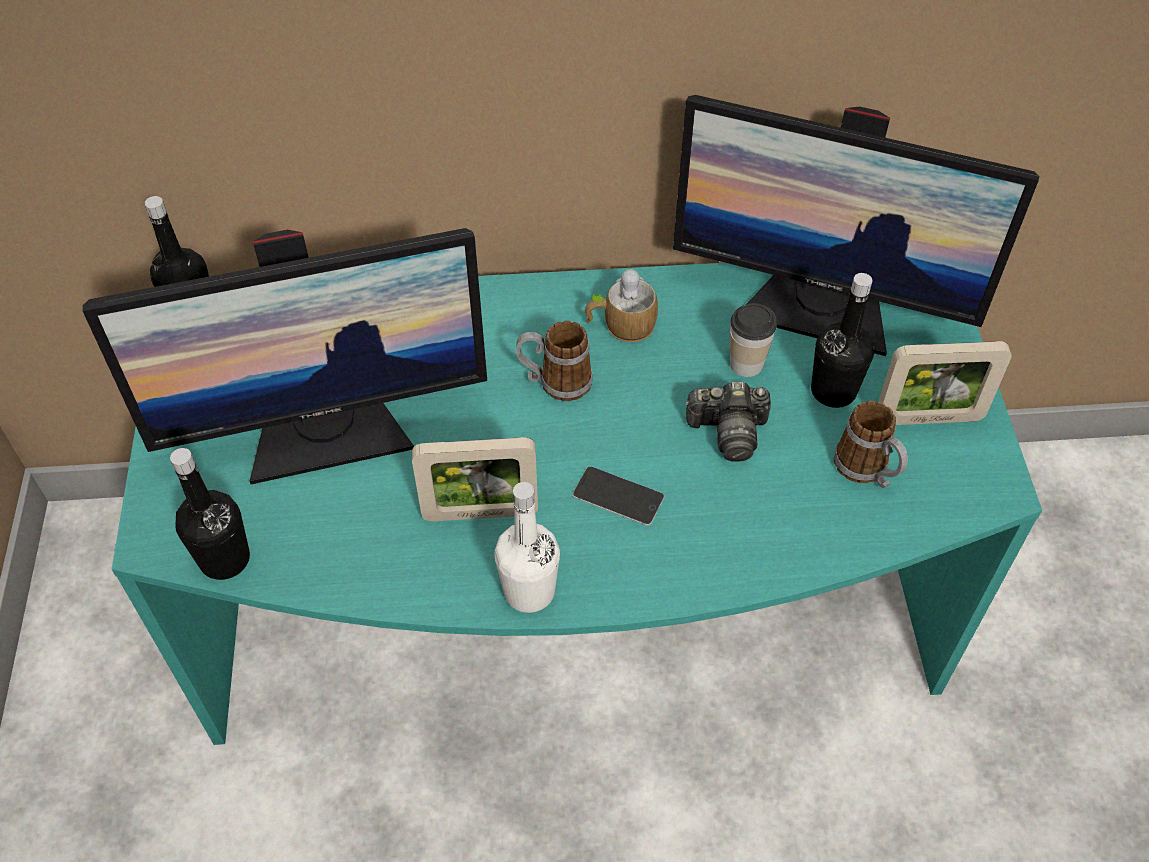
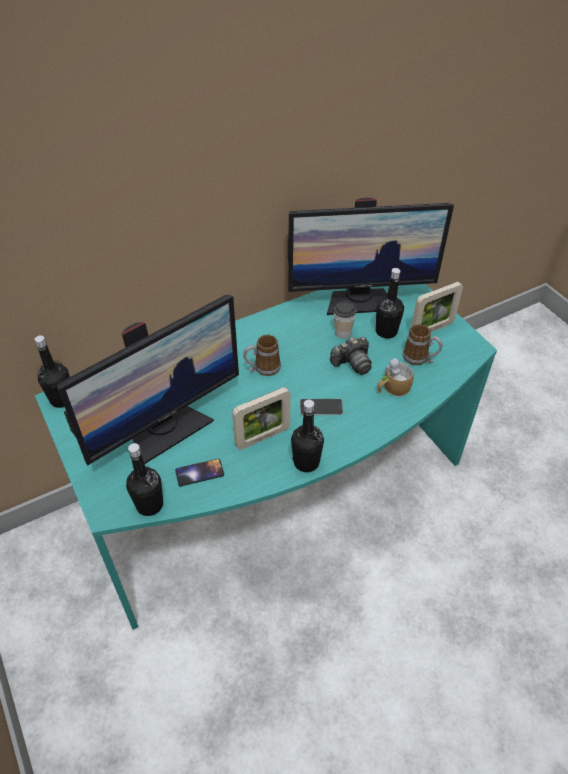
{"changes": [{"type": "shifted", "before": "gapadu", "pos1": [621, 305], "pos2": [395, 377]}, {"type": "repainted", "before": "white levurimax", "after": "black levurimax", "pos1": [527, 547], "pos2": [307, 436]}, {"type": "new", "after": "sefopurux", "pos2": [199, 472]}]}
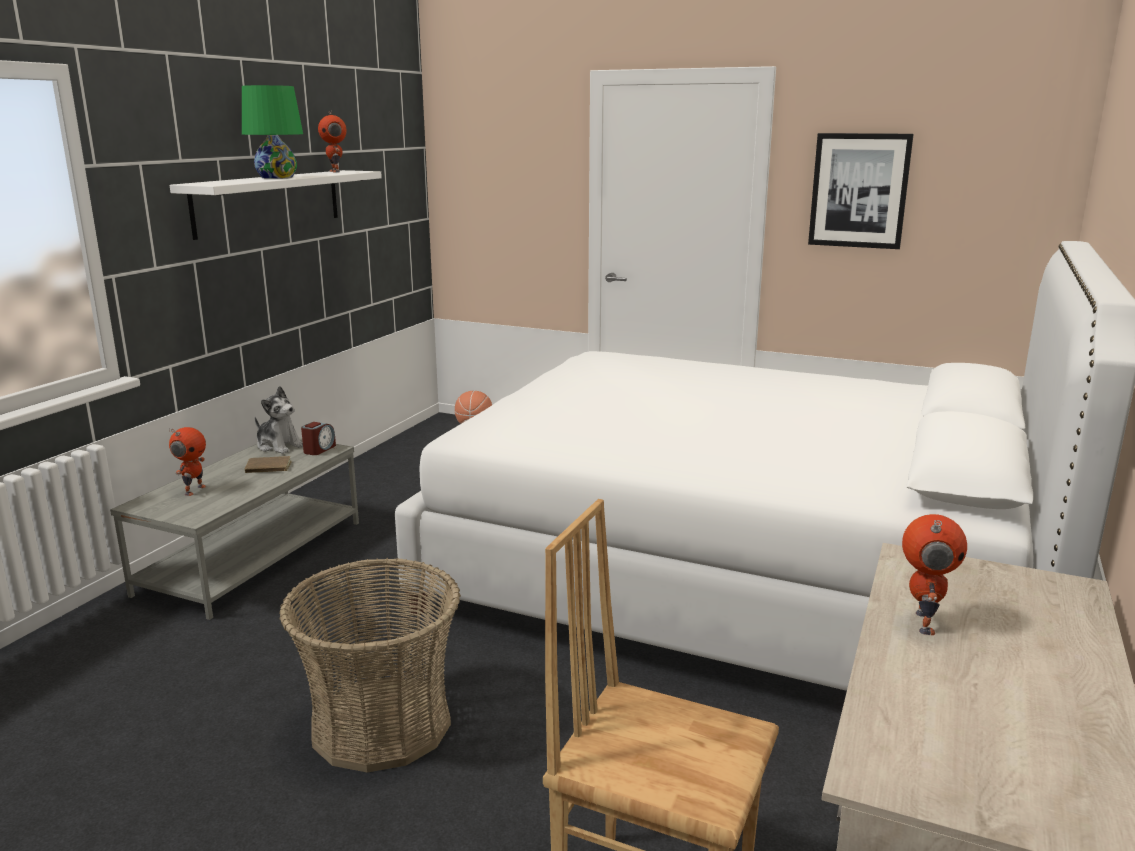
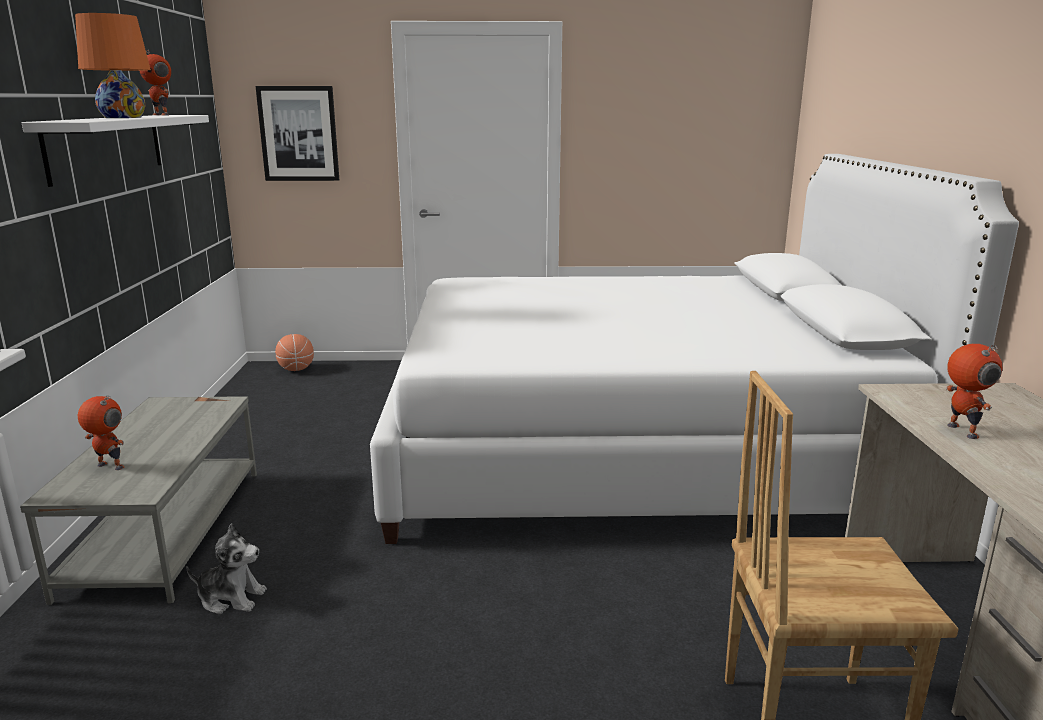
{"changes": [{"type": "repainted", "before": "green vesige", "after": "orange vesige", "pos1": [272, 132], "pos2": [113, 65]}, {"type": "shifted", "before": "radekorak", "pos1": [861, 191], "pos2": [297, 133]}, {"type": "shifted", "before": "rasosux", "pos1": [279, 420], "pos2": [226, 568]}, {"type": "gone", "before": "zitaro", "pos1": [318, 438]}, {"type": "rotated", "before": "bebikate", "pos1": [187, 461], "pos2": [101, 433], "turn": -60}, {"type": "gone", "before": "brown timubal", "pos1": [268, 464]}, {"type": "gone", "before": "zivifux", "pos1": [370, 665]}]}
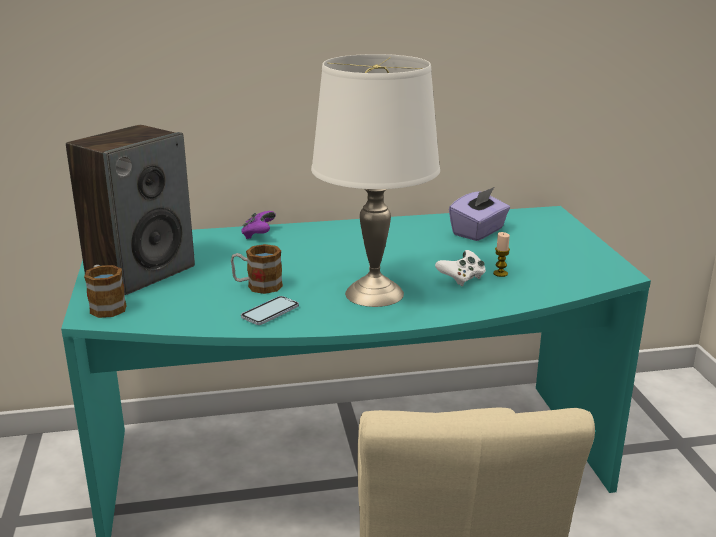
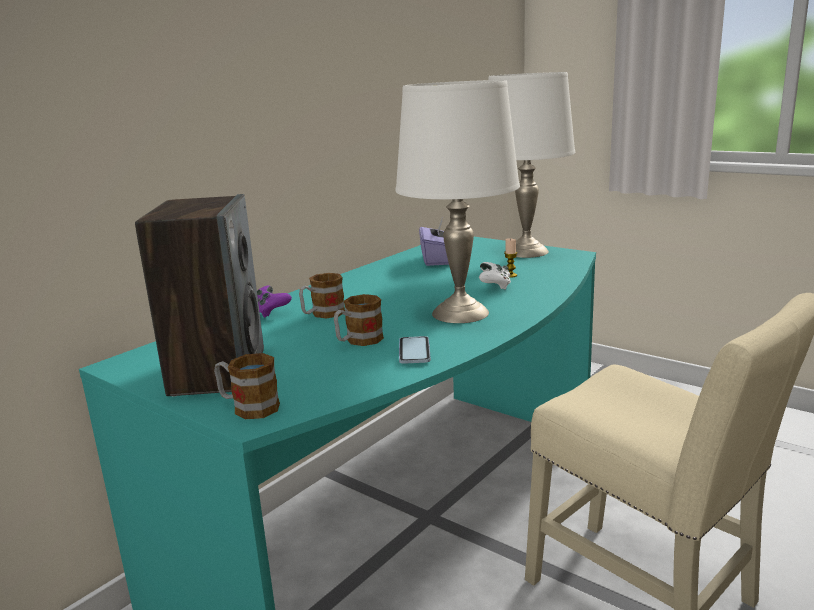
{"changes": [{"type": "new", "after": "white vesige", "pos2": [531, 165]}, {"type": "new", "after": "gapadu", "pos2": [322, 295]}]}
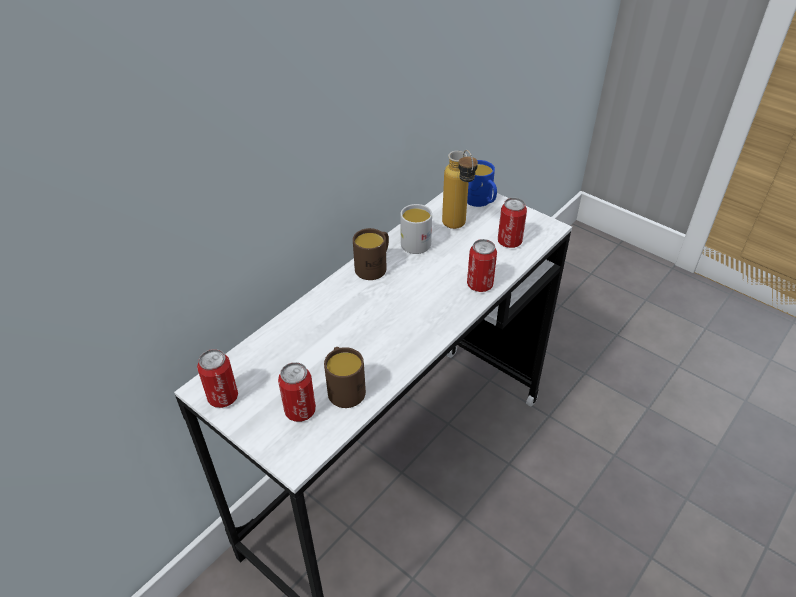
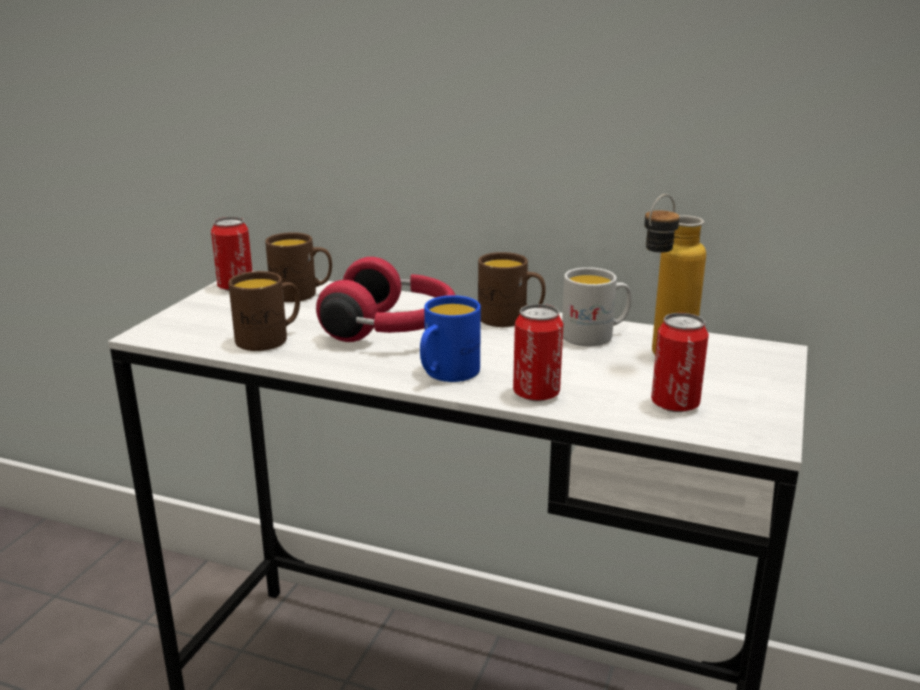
{"changes": [{"type": "shifted", "before": "blue gapadu", "pos1": [482, 183], "pos2": [450, 338]}, {"type": "gone", "before": "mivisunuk", "pos1": [297, 392]}, {"type": "new", "after": "brown gapadu", "pos2": [298, 267]}, {"type": "new", "after": "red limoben", "pos2": [385, 299]}]}
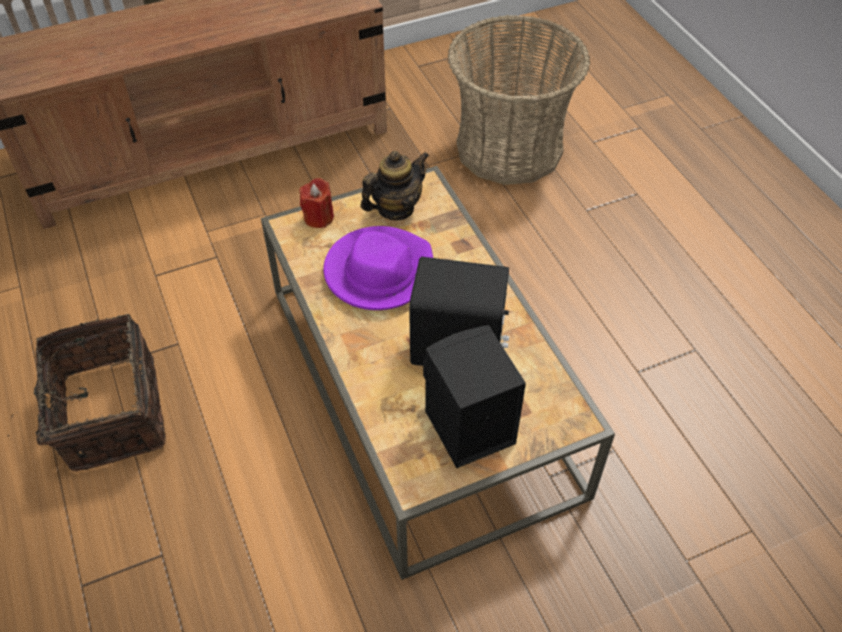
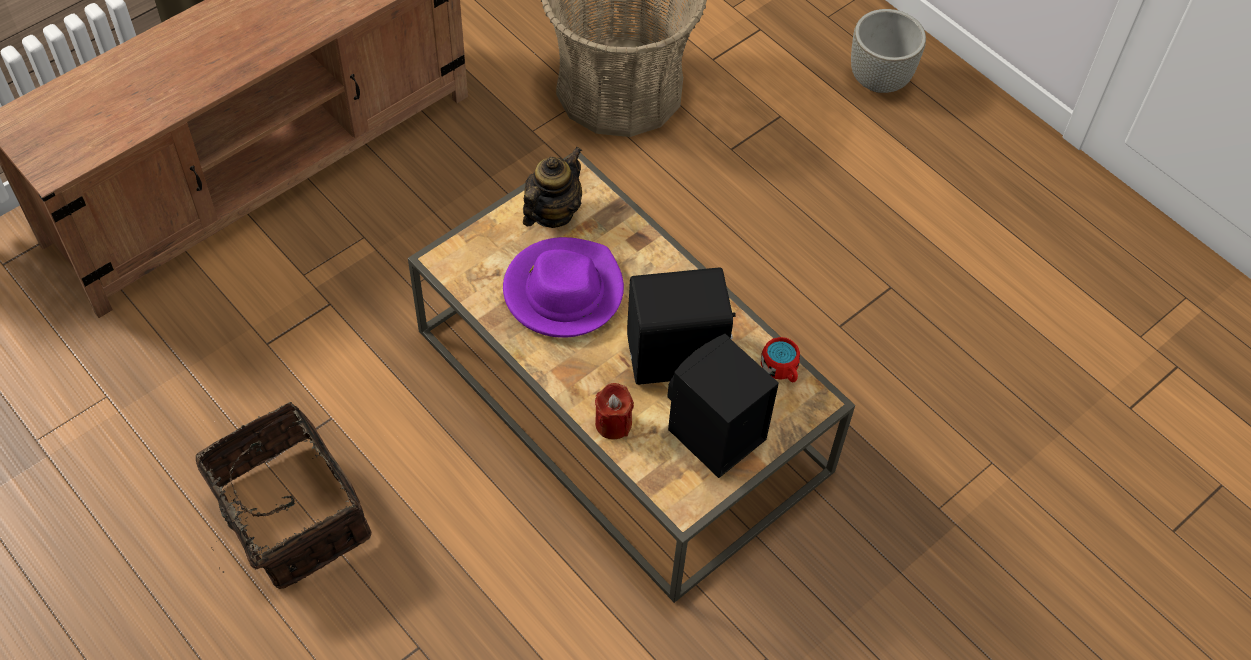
{"changes": [{"type": "shifted", "before": "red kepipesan", "pos1": [316, 203], "pos2": [614, 411]}, {"type": "new", "after": "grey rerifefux", "pos2": [888, 51]}, {"type": "new", "after": "red gapadu", "pos2": [780, 359]}]}
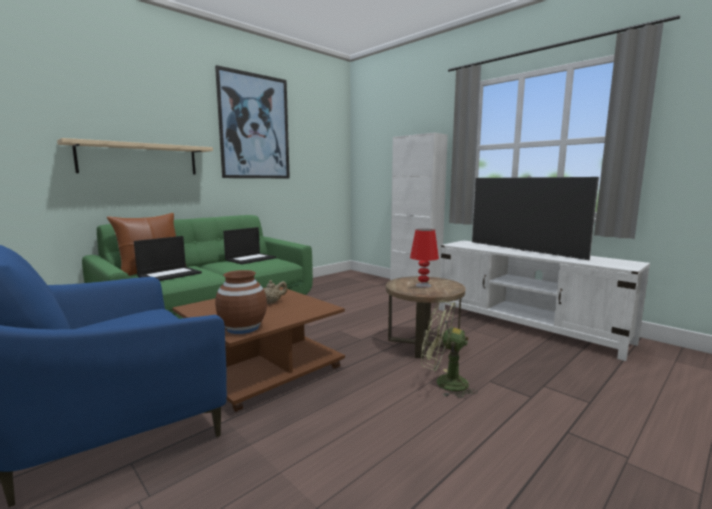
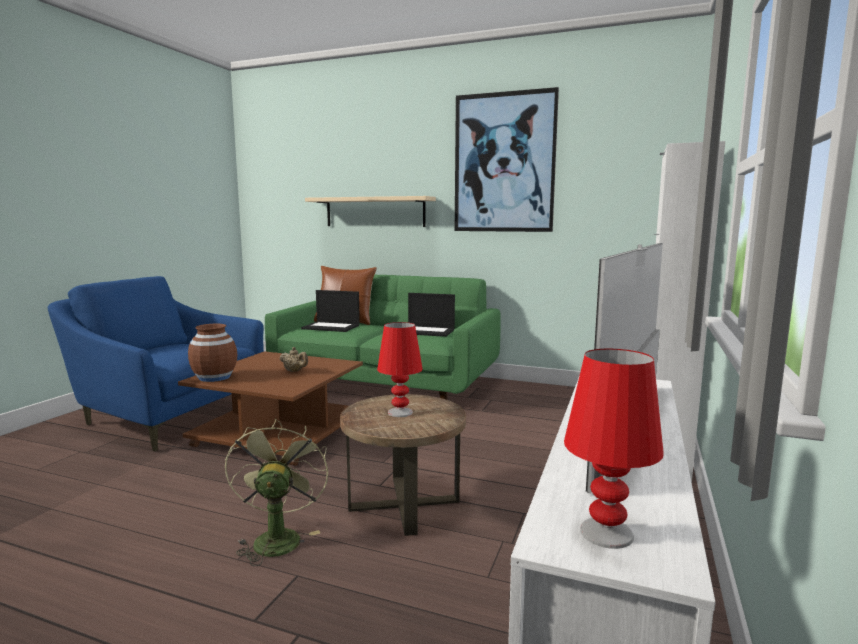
{"changes": [{"type": "new", "after": "red vesige", "pos2": [614, 449]}]}
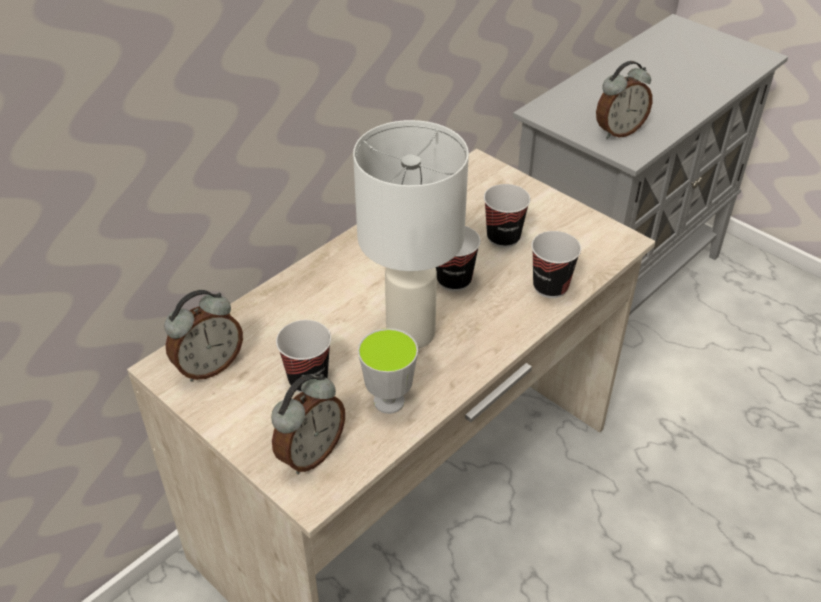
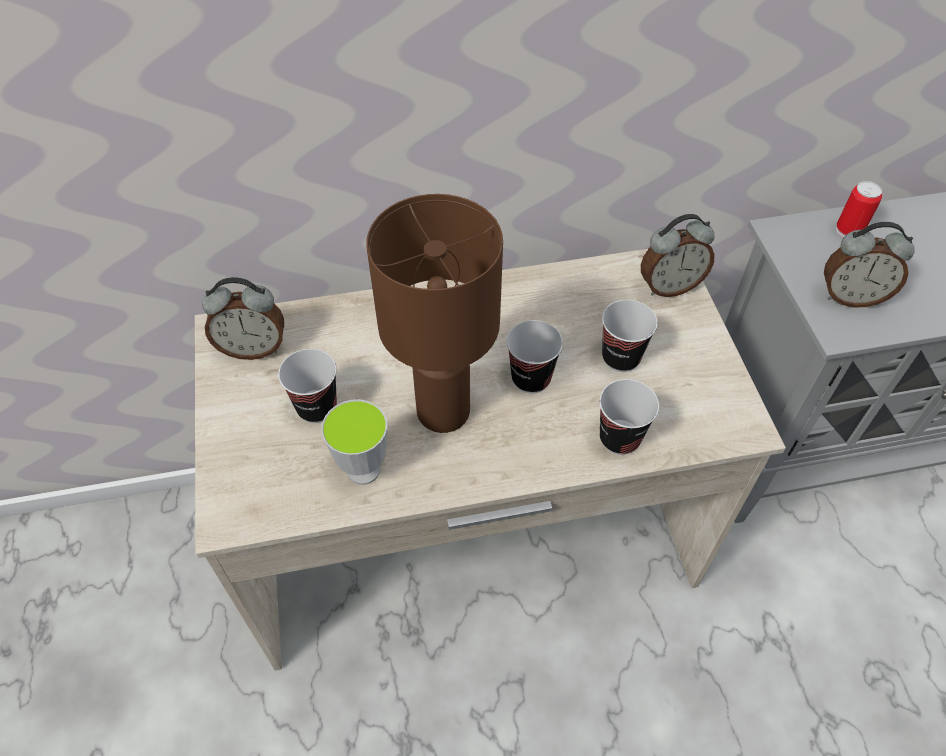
{"changes": [{"type": "repainted", "before": "white vesige", "after": "brown vesige", "pos1": [411, 234], "pos2": [434, 313]}, {"type": "shifted", "before": "zitaro", "pos1": [308, 424], "pos2": [678, 255]}, {"type": "new", "after": "mivisunuk", "pos2": [859, 209]}]}
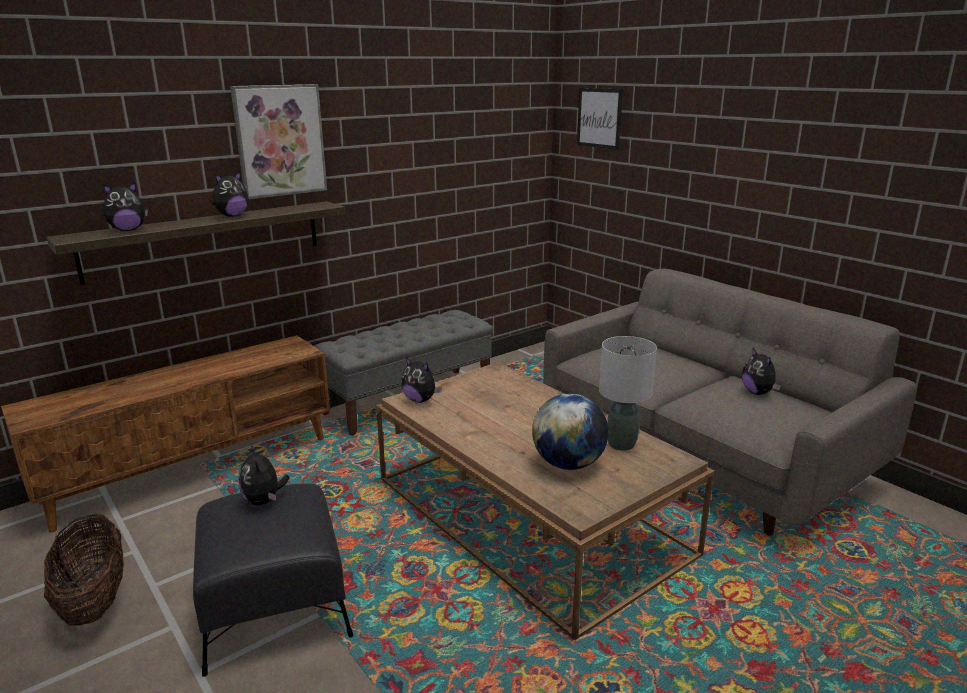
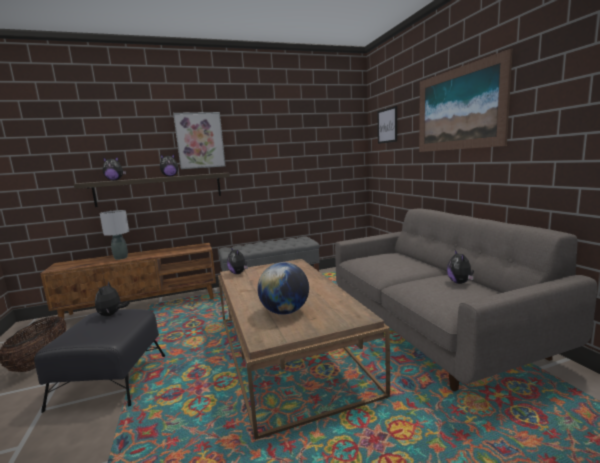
{"changes": [{"type": "shifted", "before": "grey vesige", "pos1": [628, 393], "pos2": [114, 235]}, {"type": "new", "after": "radekorak", "pos2": [466, 100]}]}
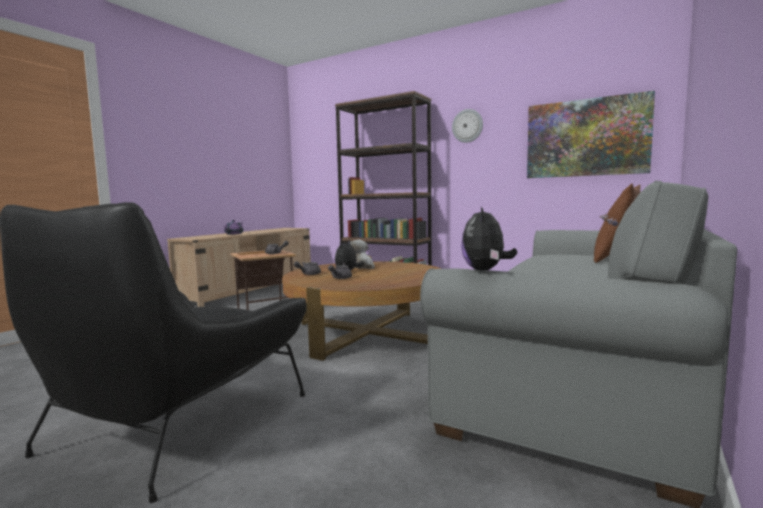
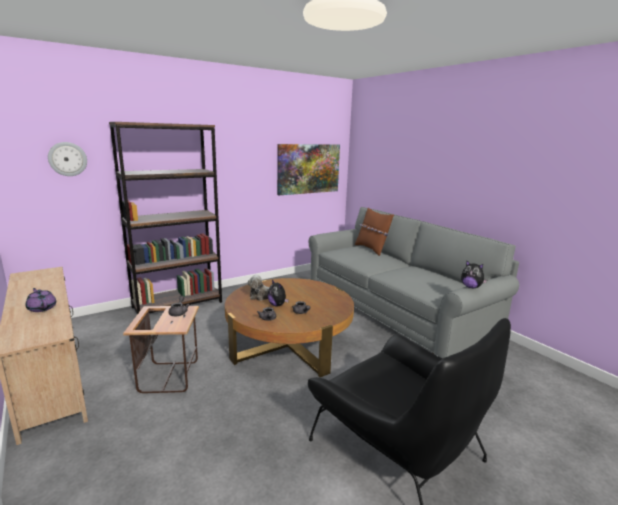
{"changes": [{"type": "shifted", "before": "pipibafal", "pos1": [467, 126], "pos2": [67, 159]}]}
